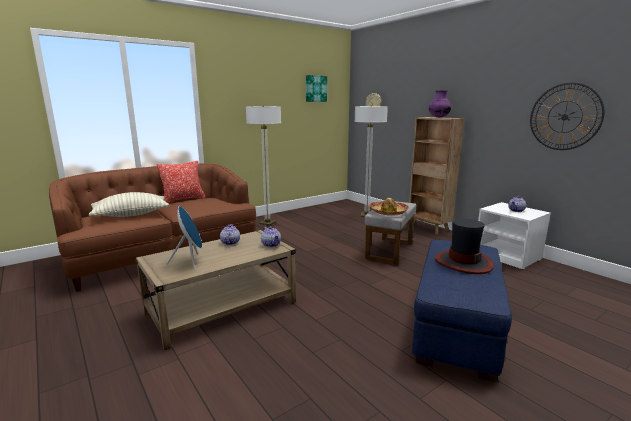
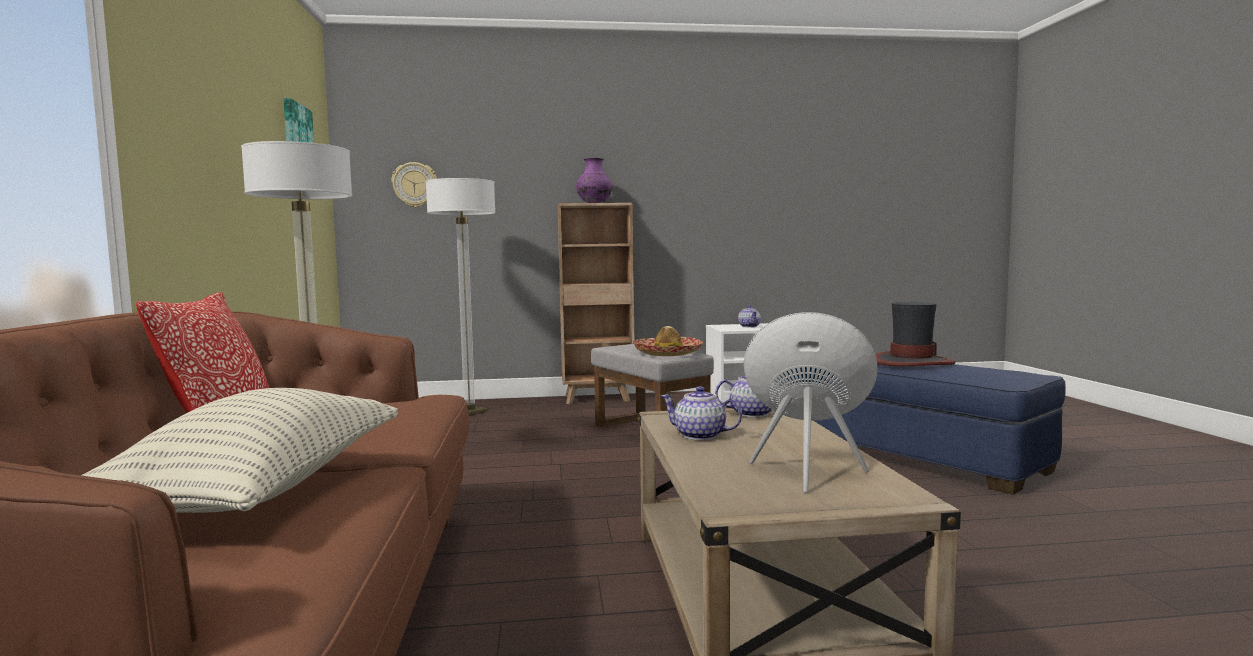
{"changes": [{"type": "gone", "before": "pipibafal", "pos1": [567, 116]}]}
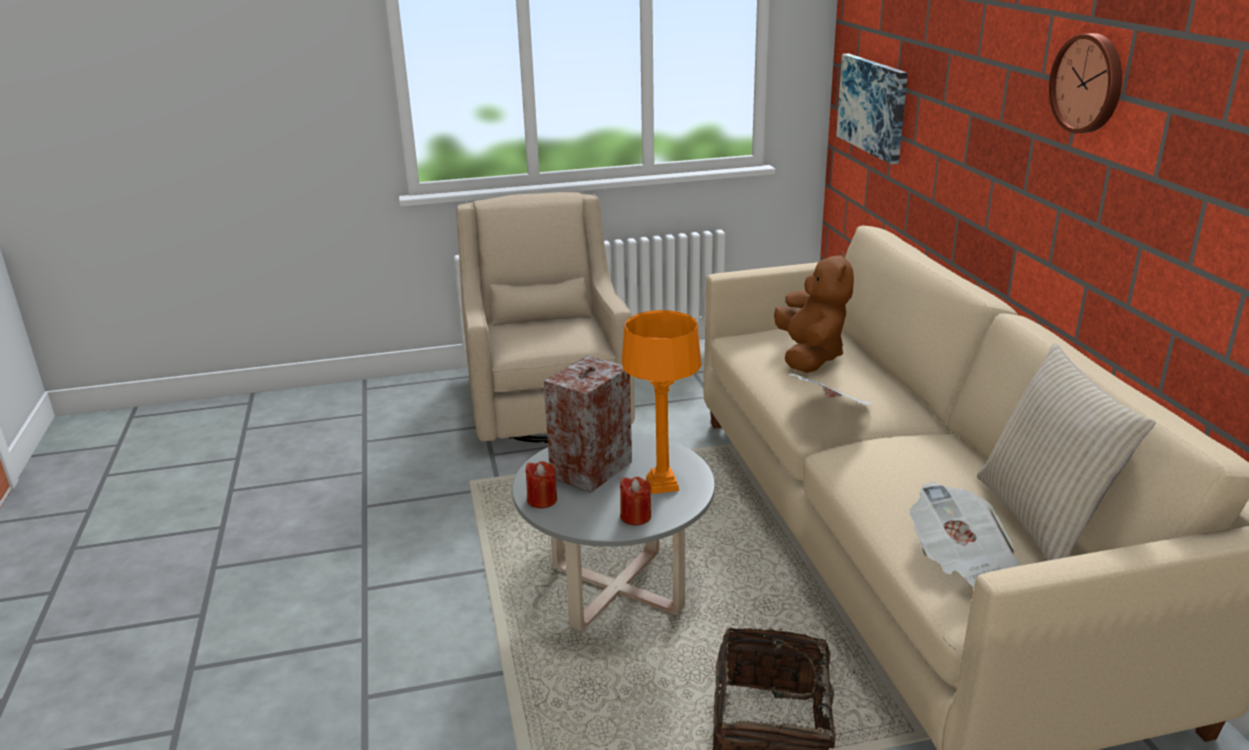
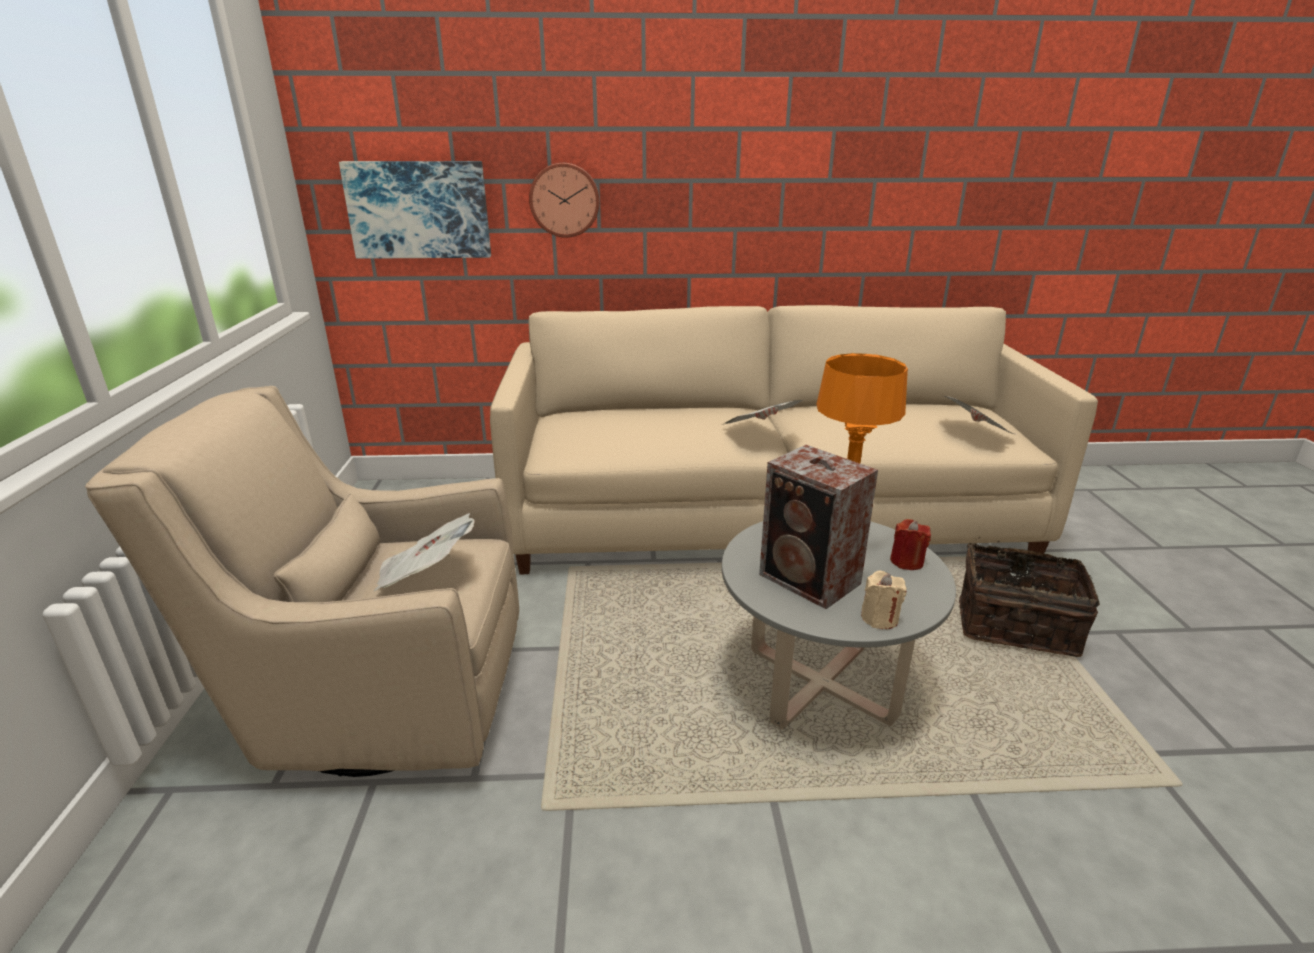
{"changes": [{"type": "shifted", "before": "pipibafal", "pos1": [1085, 83], "pos2": [564, 200]}, {"type": "gone", "before": "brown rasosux", "pos1": [814, 312]}, {"type": "gone", "before": "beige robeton", "pos1": [1066, 452]}, {"type": "repainted", "before": "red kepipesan", "after": "beige kepipesan", "pos1": [541, 484], "pos2": [884, 600]}, {"type": "new", "after": "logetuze", "pos2": [424, 552]}]}
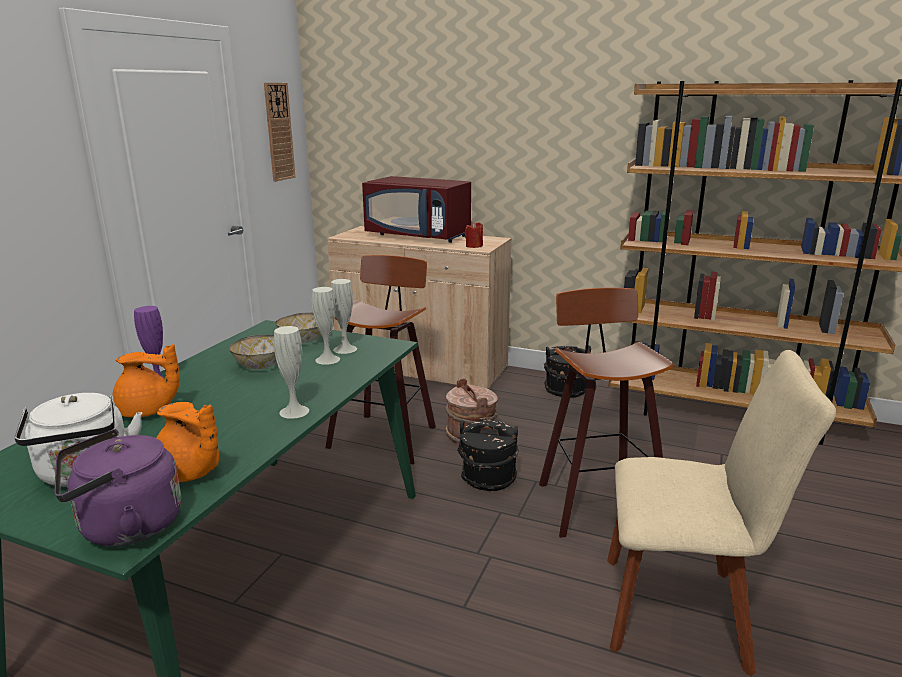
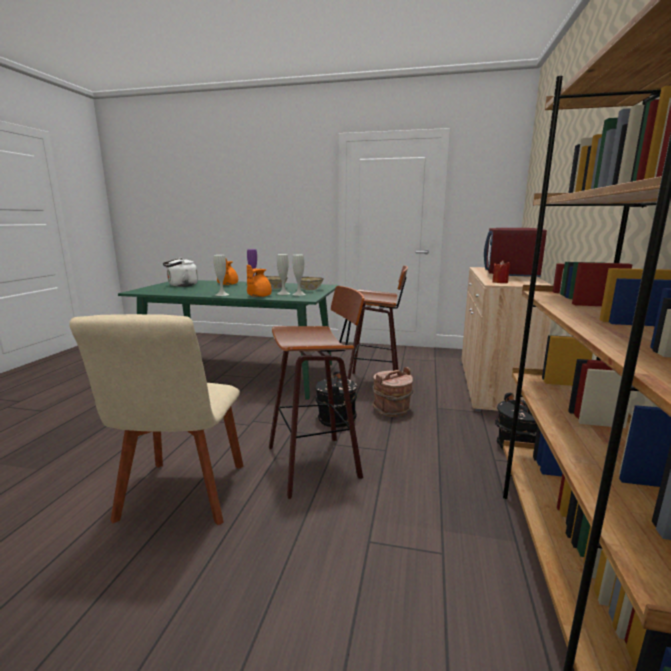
{"changes": [{"type": "gone", "before": "pipibafal", "pos1": [280, 132]}, {"type": "shifted", "before": "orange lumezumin", "pos1": [187, 442], "pos2": [259, 281]}, {"type": "gone", "before": "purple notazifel", "pos1": [117, 488]}]}
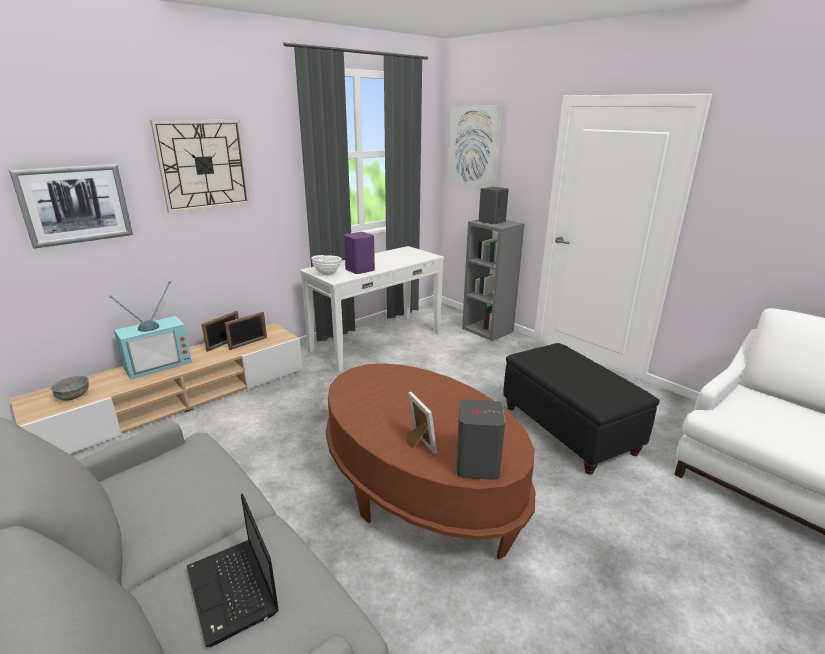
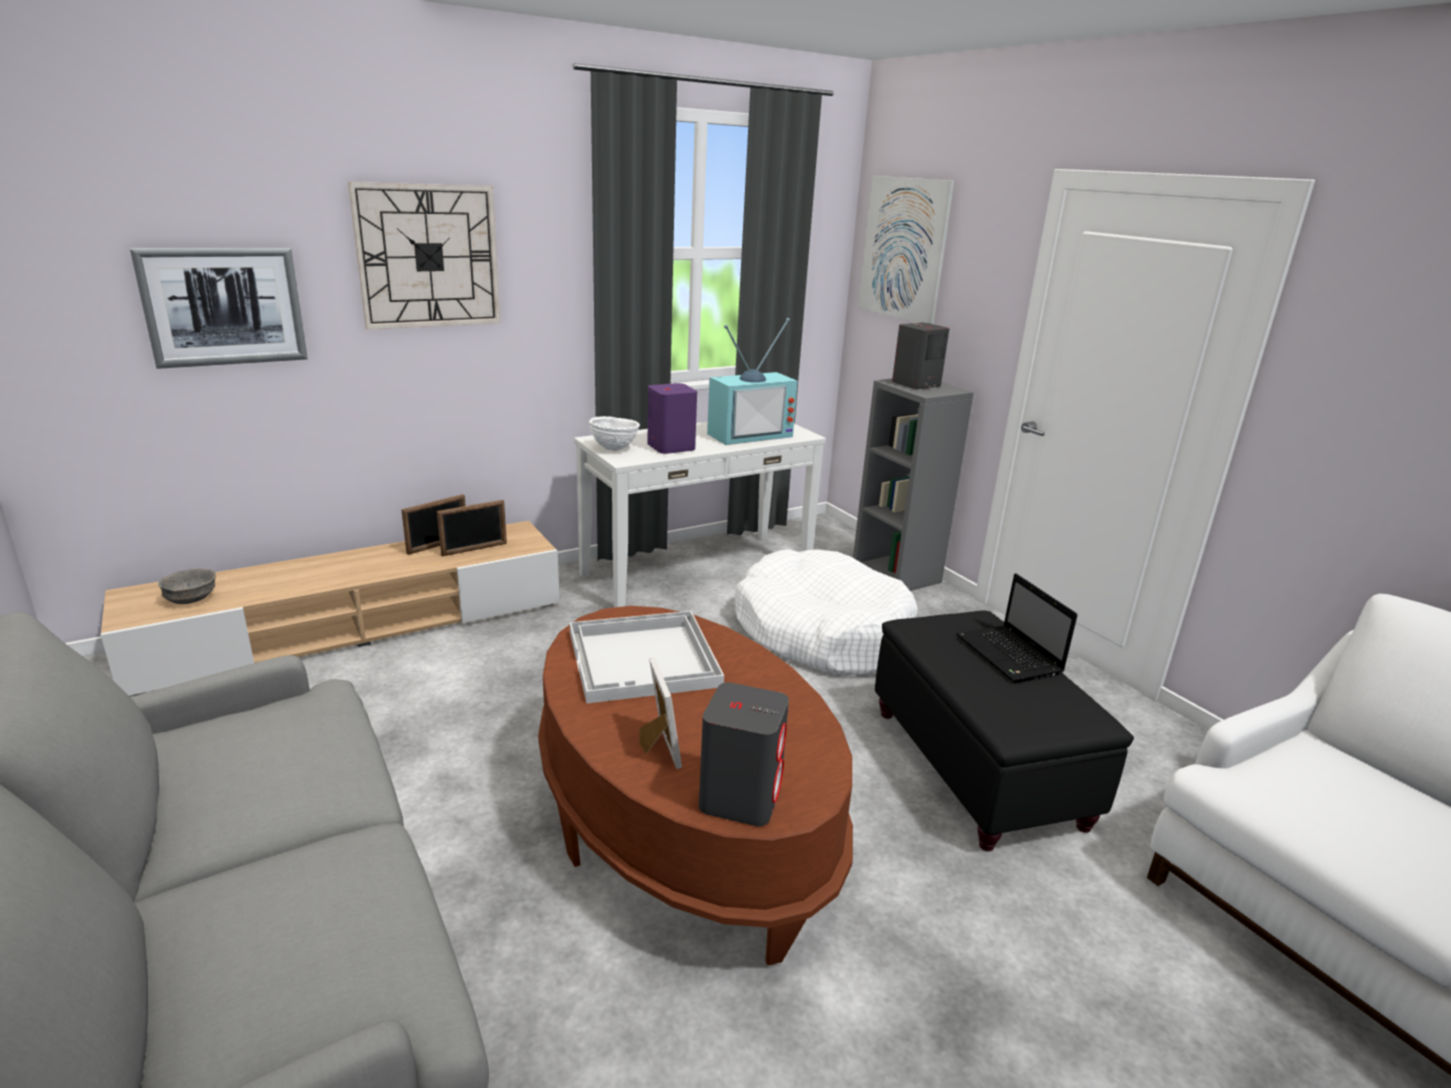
{"changes": [{"type": "shifted", "before": "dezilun", "pos1": [150, 330], "pos2": [752, 381]}, {"type": "shifted", "before": "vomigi", "pos1": [233, 570], "pos2": [1016, 628]}, {"type": "new", "after": "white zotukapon", "pos2": [826, 612]}, {"type": "new", "after": "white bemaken", "pos2": [647, 657]}]}
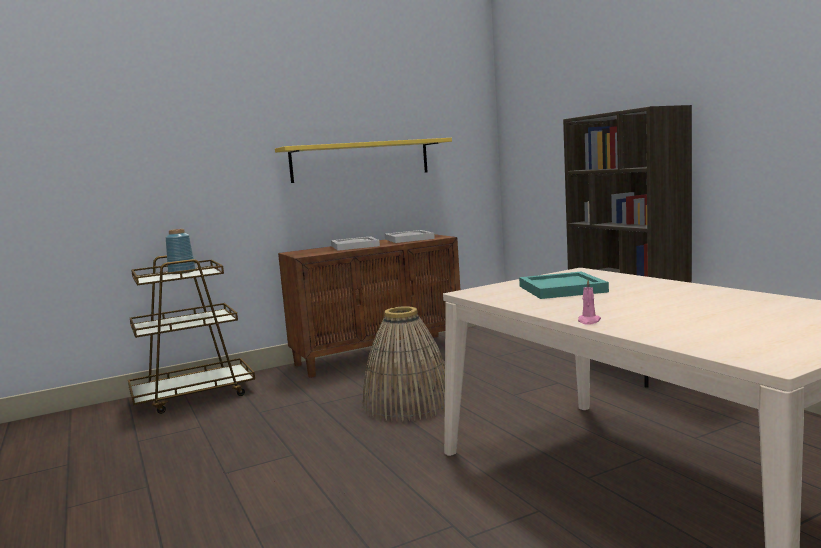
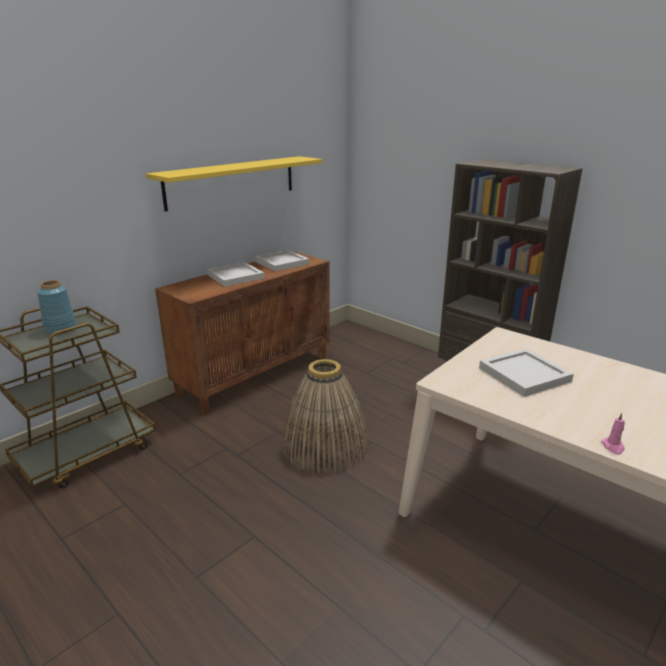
{"changes": [{"type": "repainted", "before": "turquoise bemaken", "after": "white bemaken", "pos1": [564, 285], "pos2": [526, 373]}]}
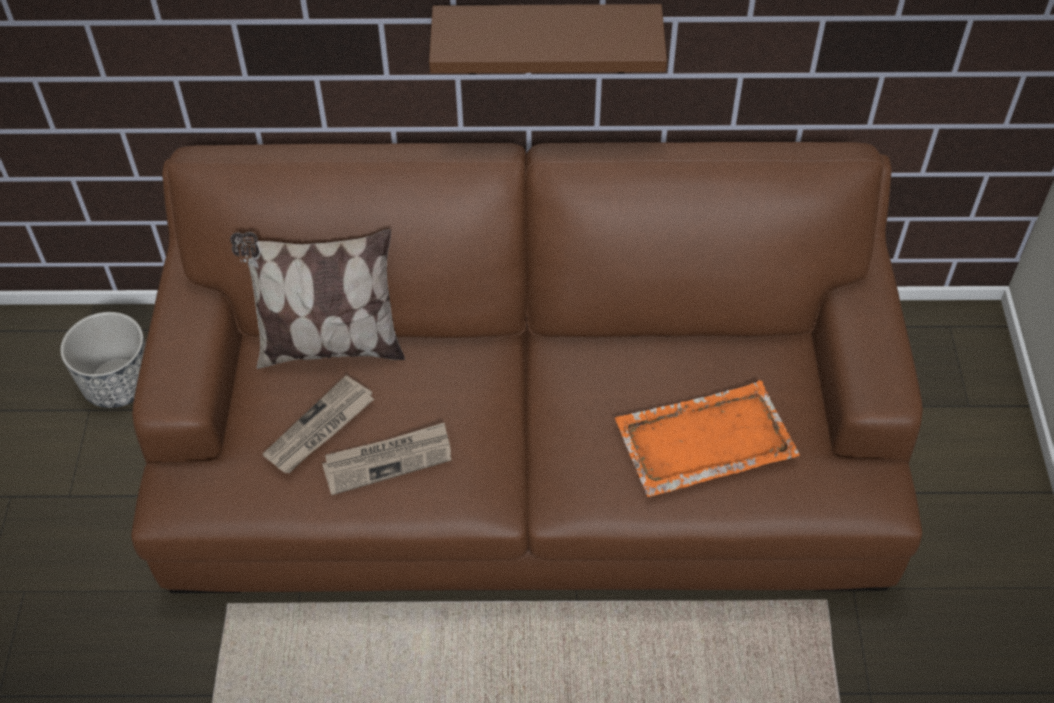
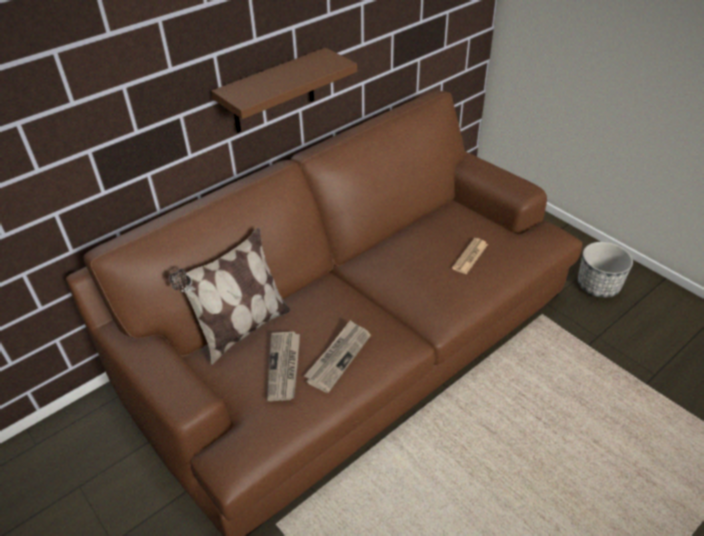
{"changes": [{"type": "shifted", "before": "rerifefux", "pos1": [103, 360], "pos2": [605, 270]}, {"type": "swapped", "before": "orange bemaken", "after": "logetuze", "pos1": [707, 438], "pos2": [470, 256]}]}
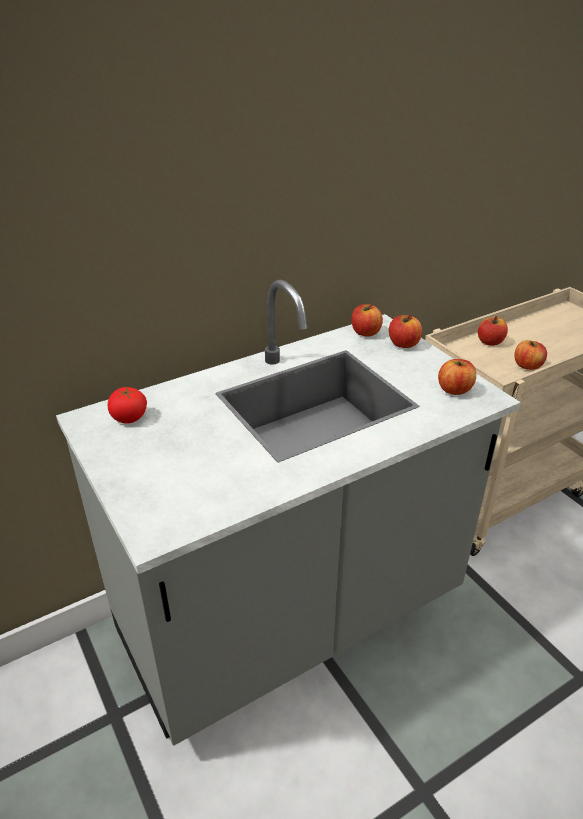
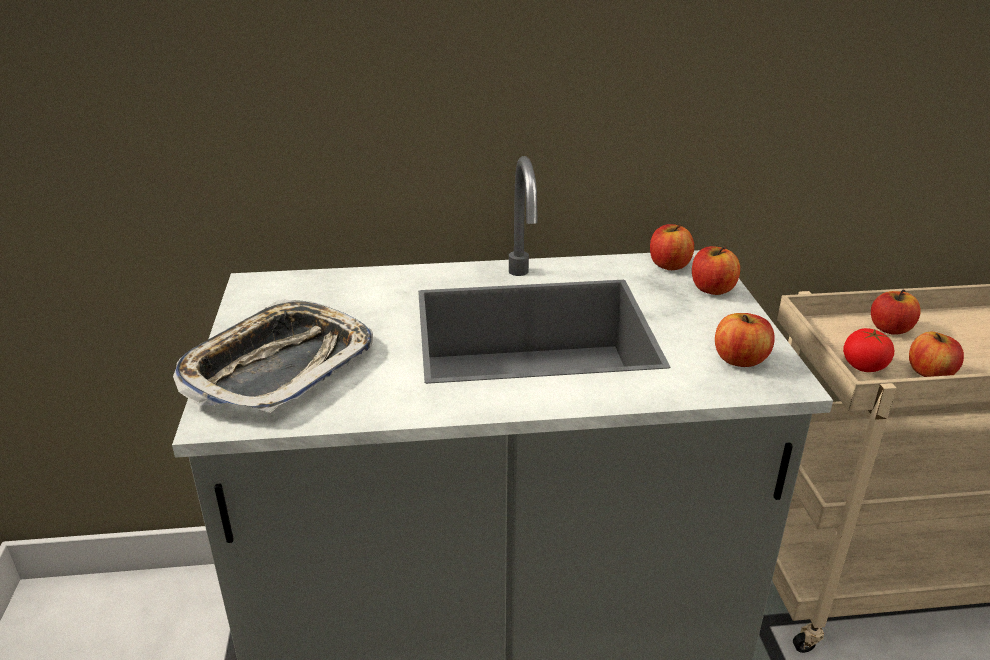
{"changes": [{"type": "shifted", "before": "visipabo", "pos1": [127, 405], "pos2": [868, 350]}, {"type": "new", "after": "bemaken", "pos2": [273, 356]}]}
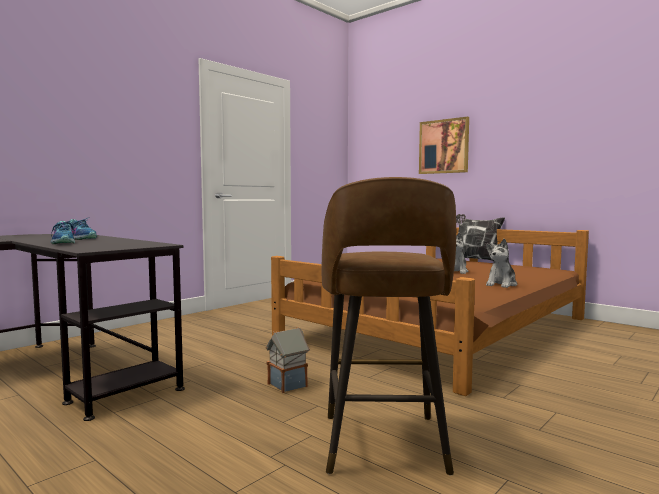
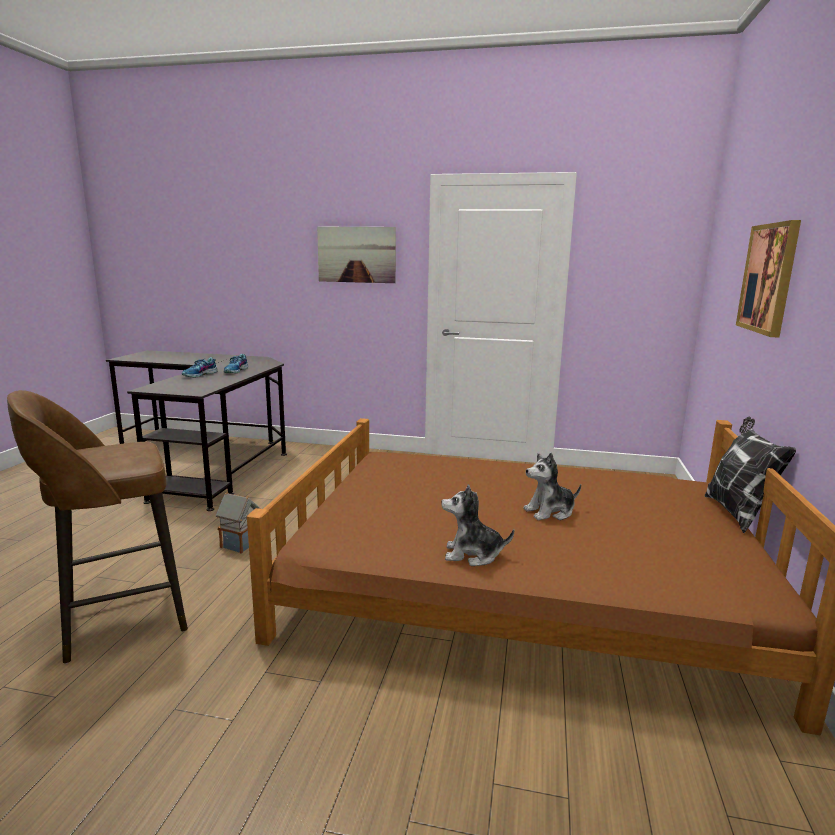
{"changes": [{"type": "new", "after": "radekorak", "pos2": [356, 254]}]}
